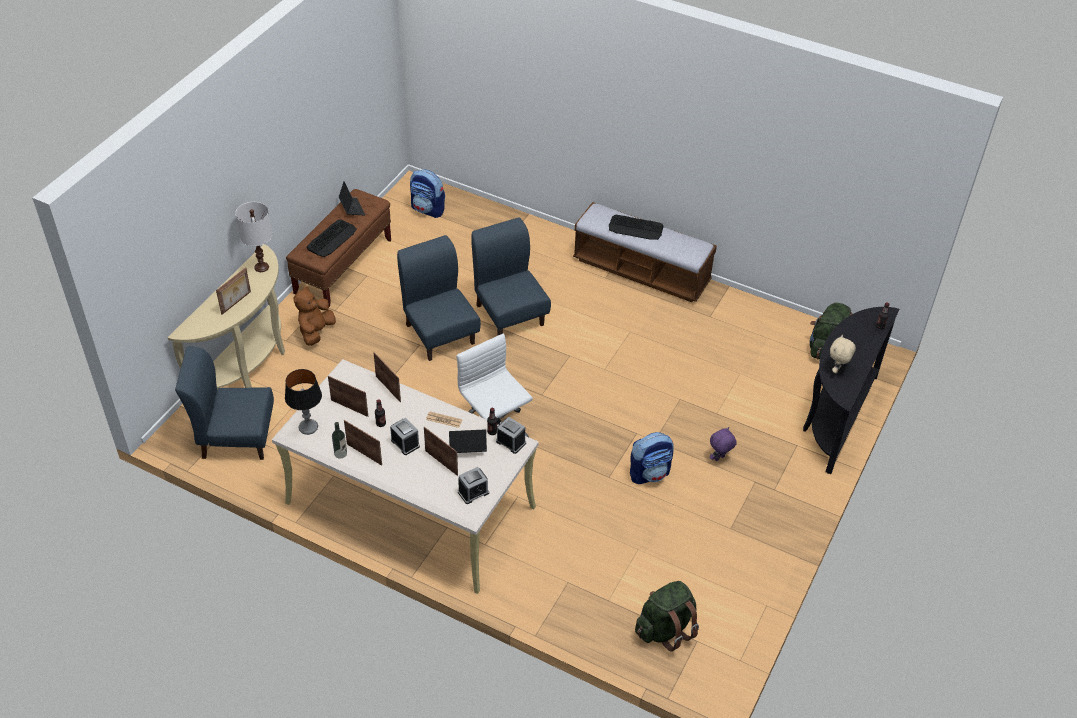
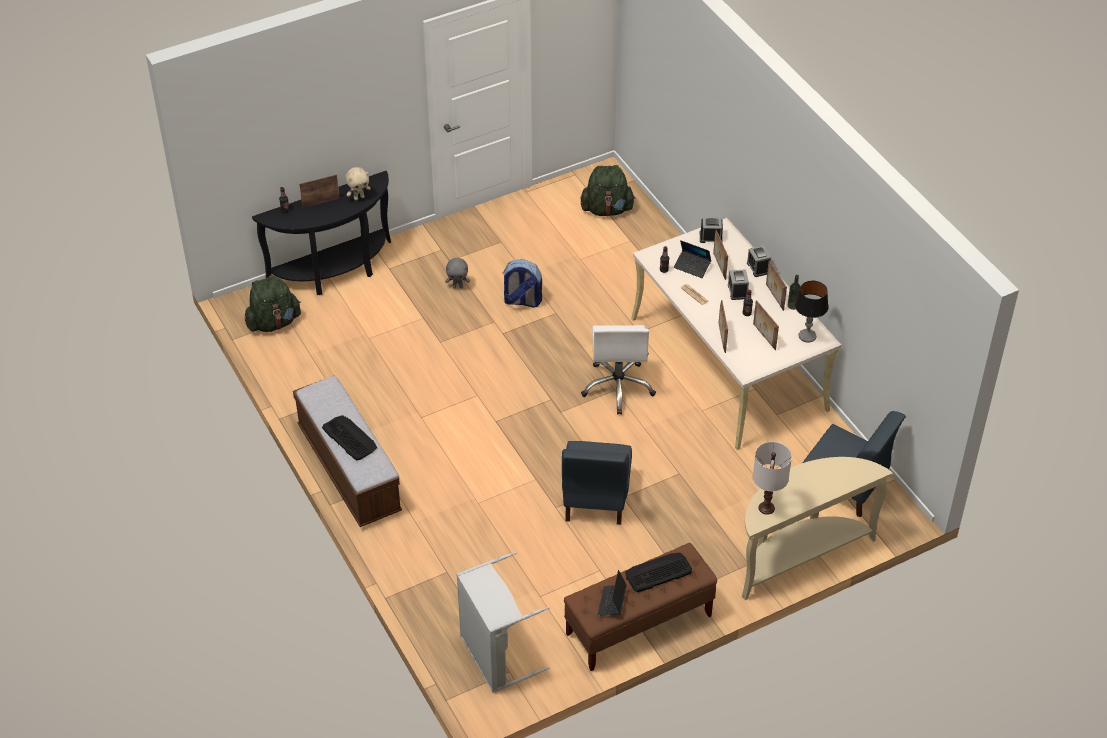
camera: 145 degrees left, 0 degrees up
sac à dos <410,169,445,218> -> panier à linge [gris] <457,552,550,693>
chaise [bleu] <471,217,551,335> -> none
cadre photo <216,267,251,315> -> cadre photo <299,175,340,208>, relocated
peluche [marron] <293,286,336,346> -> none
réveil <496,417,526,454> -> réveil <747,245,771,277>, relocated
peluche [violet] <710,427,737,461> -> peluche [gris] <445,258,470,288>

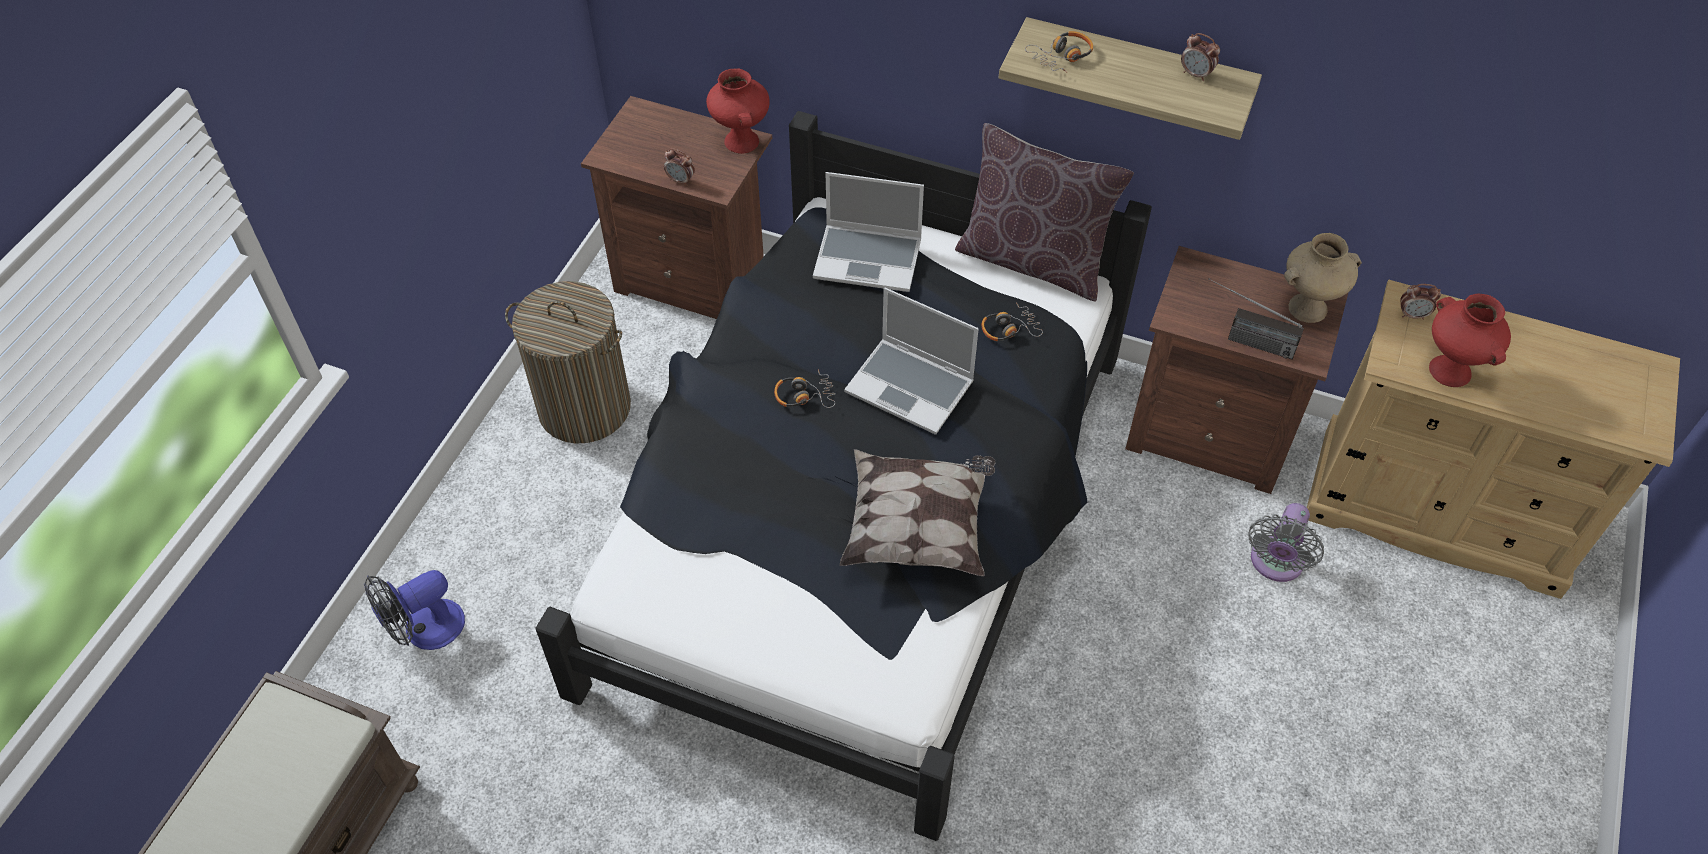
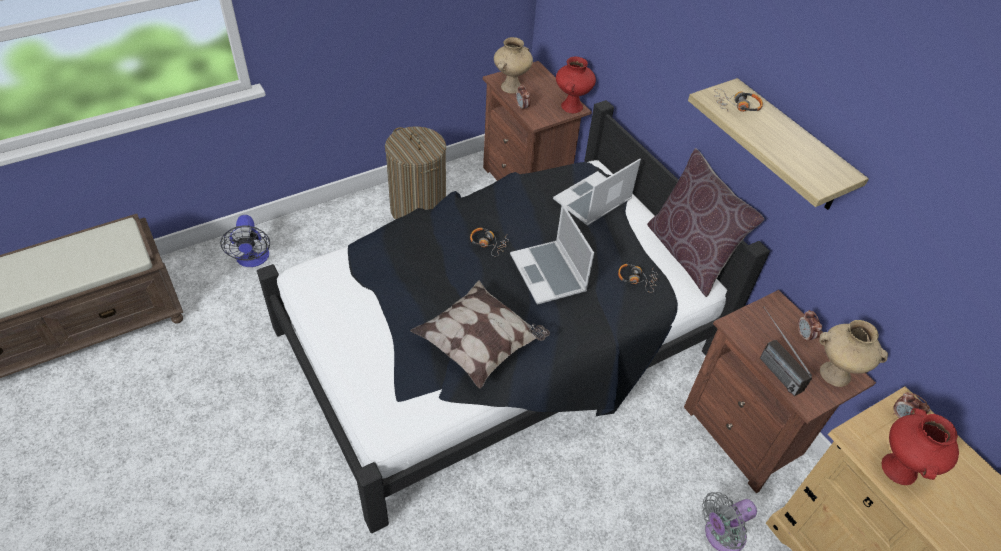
camera: 35 degrees right, 5 degrees down
réveil <1181,33,1220,81> -> réveil <797,310,822,342>, relocated
ordinateur portable <813,172,924,292> -> ordinateur portable <553,159,641,226>, 90 degrees clockwise
ventilateur <364,570,465,650> -> ventilateur <220,215,270,267>, 105 degrees counterclockwise
none -> vase [beige] <494,37,533,94>

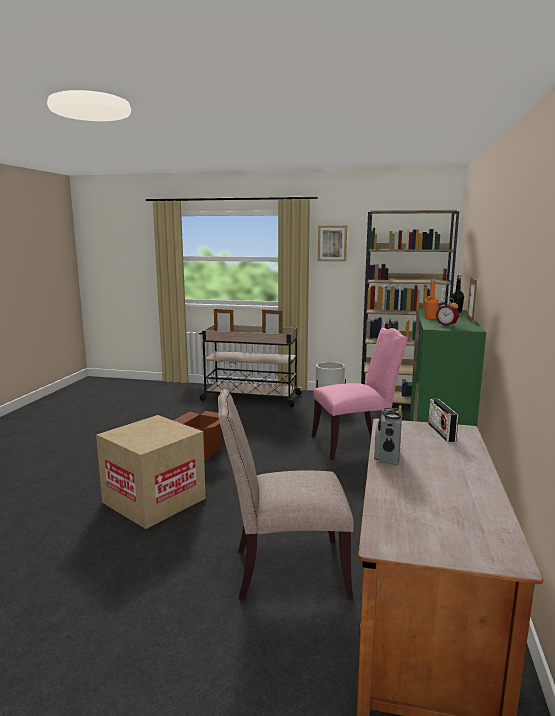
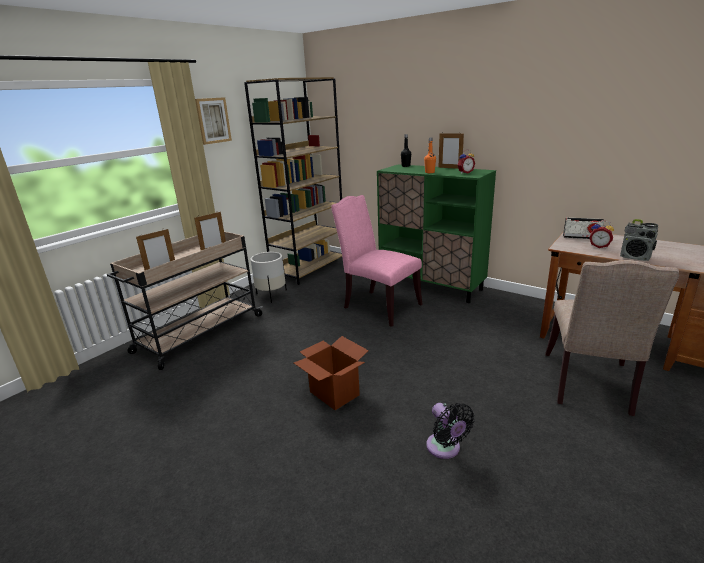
camera: 65 degrees left, 10 degrees up
chaise [rose] <311,328,408,460> -> chaise [rose] <331,195,423,327>, 60 degrees counterclockwise
carton <96,415,206,529> -> ventilateur [noir] <426,403,475,459>
none -> réveil <589,220,614,248>

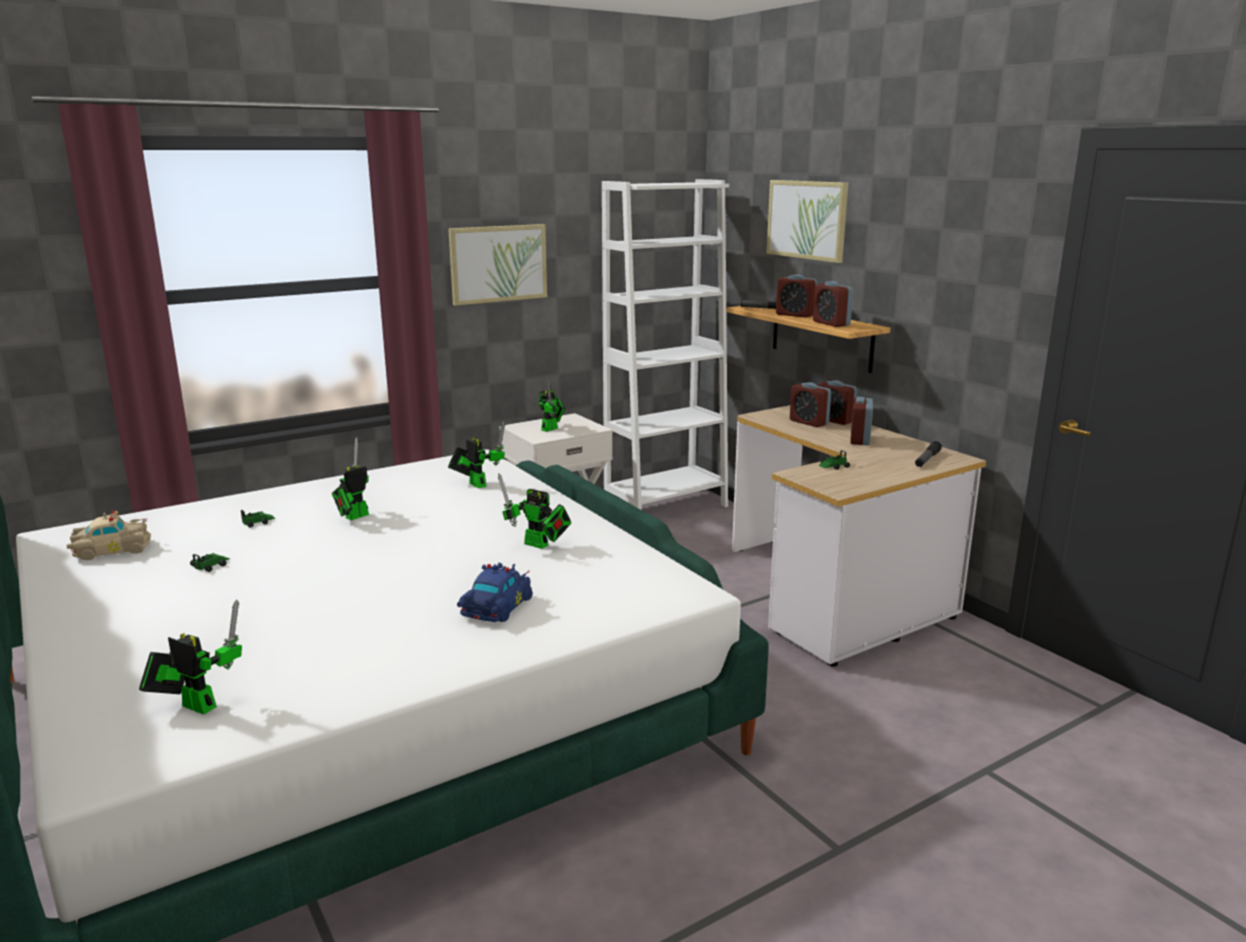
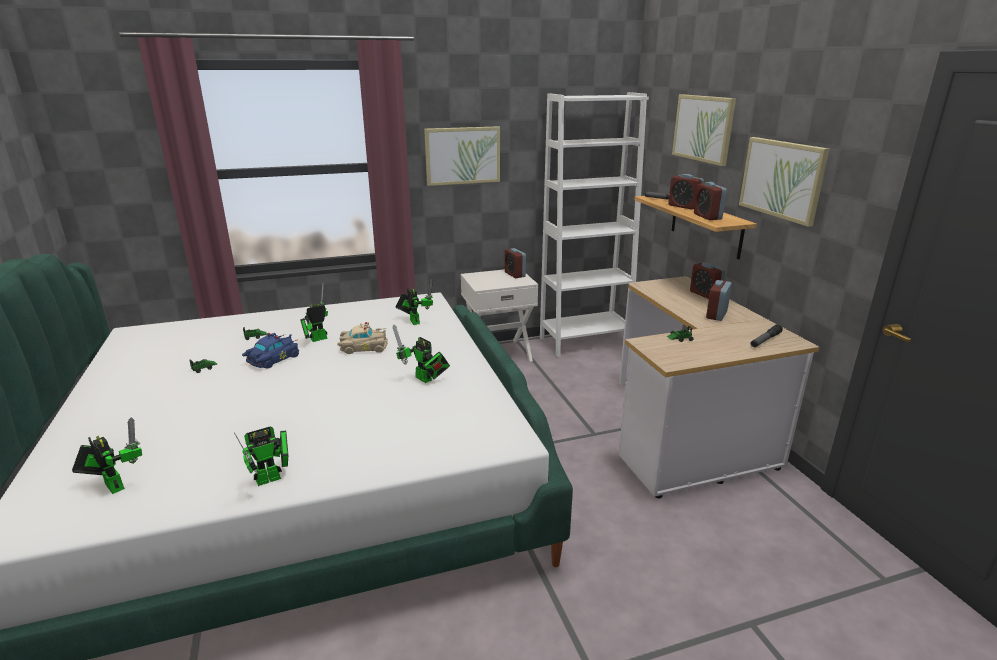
camera: 15 degrees right, 5 degrees up
robot jouet <539,381,565,432> -> robot jouet <234,426,288,486>, relocated
réveil <790,382,831,427> -> réveil <505,248,526,278>, relocated
petite voiture [beige] <67,511,151,560> -> petite voiture [beige] <337,322,388,354>, relocated
petite voiture [bleu] <457,563,533,622> -> petite voiture [bleu] <242,333,299,368>, relocated
none -> tableau <739,137,829,227>

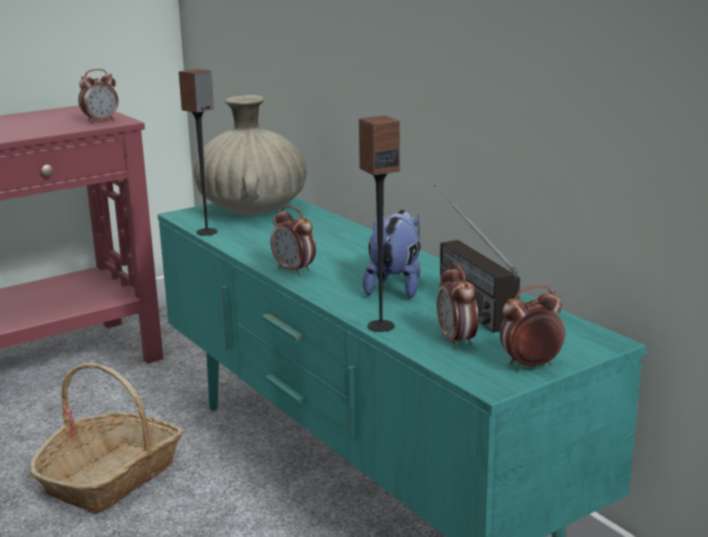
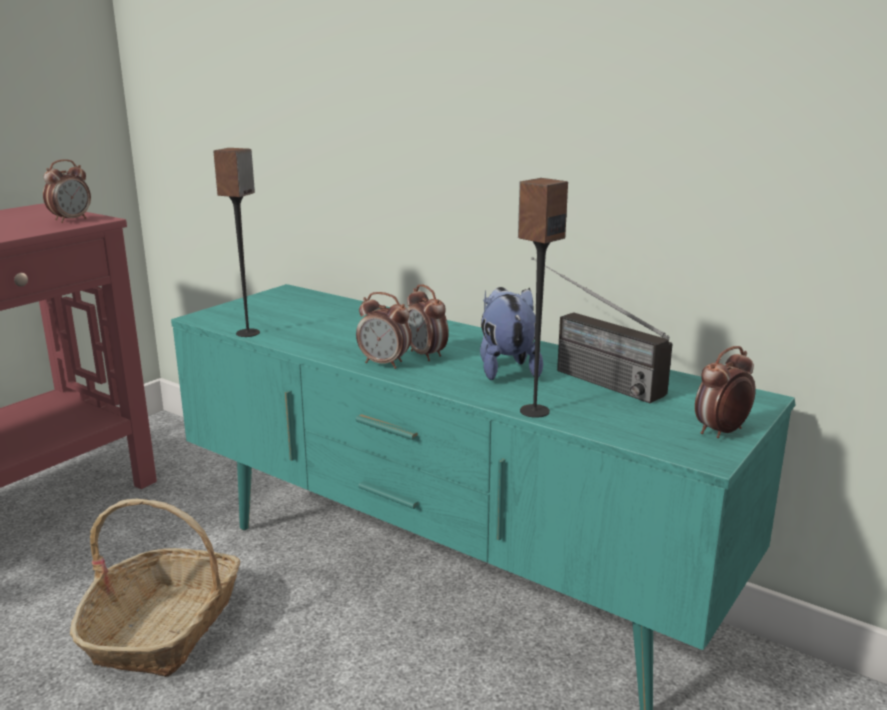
camera: 20 degrees left, 0 degrees up
vase [beige] <194,95,306,215> -> none
réveil <437,263,478,349> -> réveil <407,284,449,361>, relocated

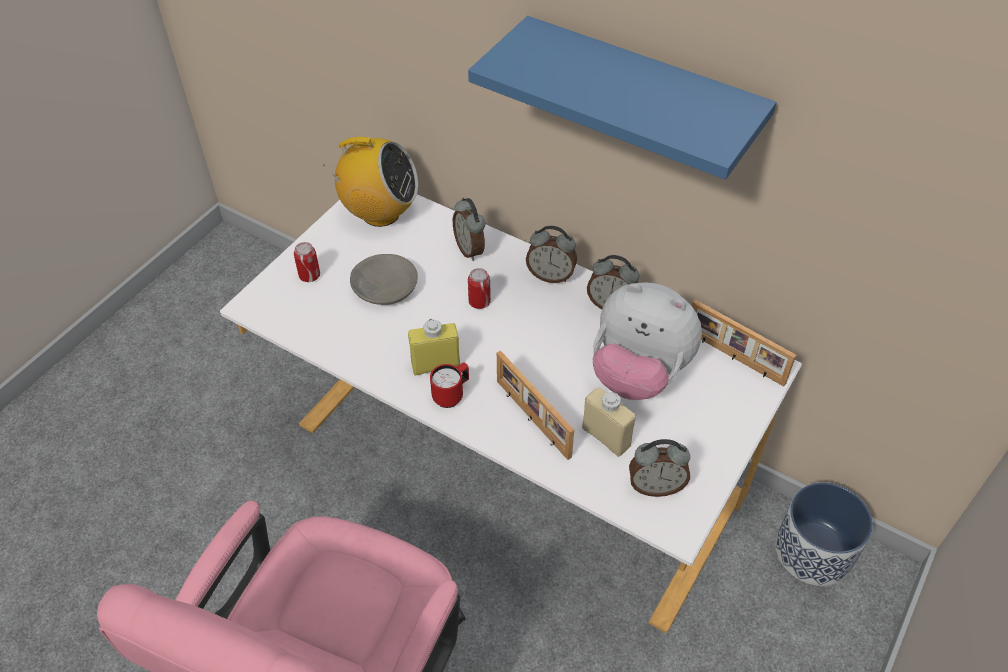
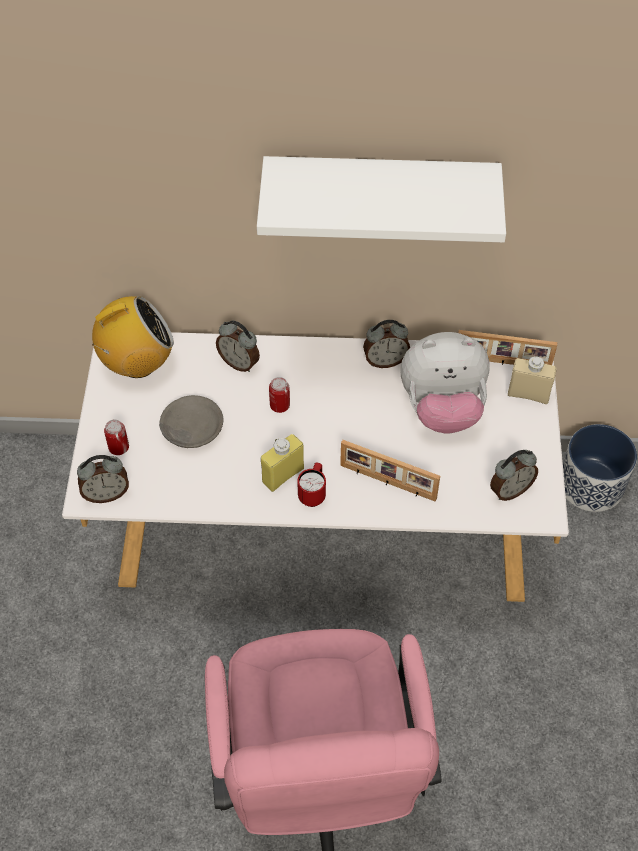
camera: 30 degrees left, 5 degrees up
étagère [bleu] <468,16,777,180> -> étagère [blanc] <257,156,506,242>
réveil <526,226,577,283> -> réveil <77,455,129,503>, relocated
bouteille [beige] <582,387,636,457> -> bouteille [beige] <508,356,556,404>, relocated

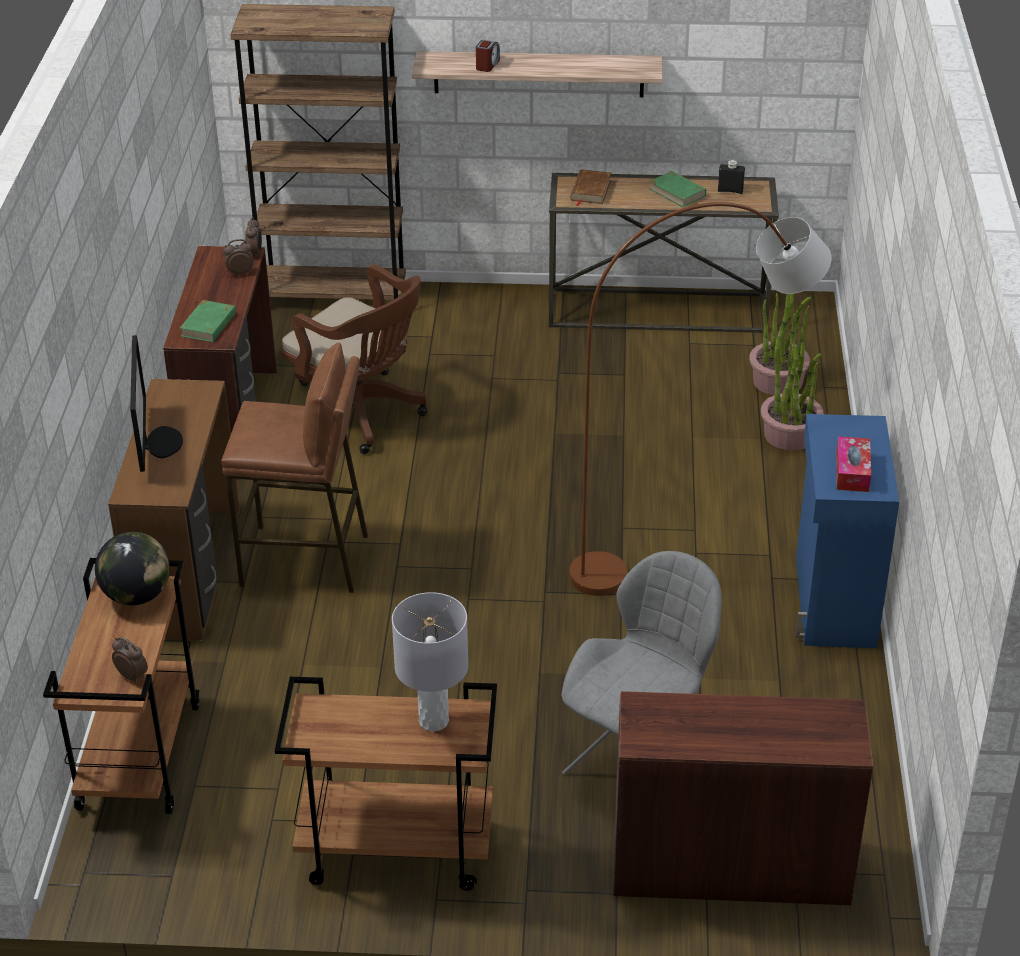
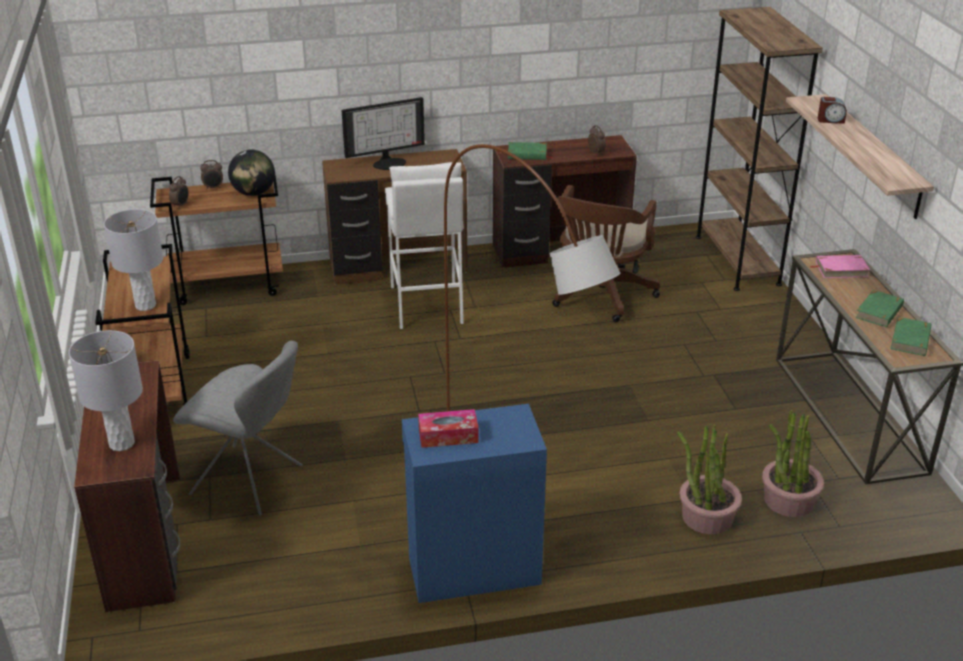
camera: 75 degrees right, 5 degrees down
bouteille [noir] <718,160,745,194> -> livre [vert] <891,317,931,356>
livre [marron] <570,169,611,206> -> livre [rose] <810,255,870,278>
réveil <245,217,262,258> -> réveil <200,160,223,190>, relocated
tabouret [marron] <221,342,368,593> -> tabouret [blanc] <385,162,464,329>
none -> lampe de table [gris] <69,330,143,451>

